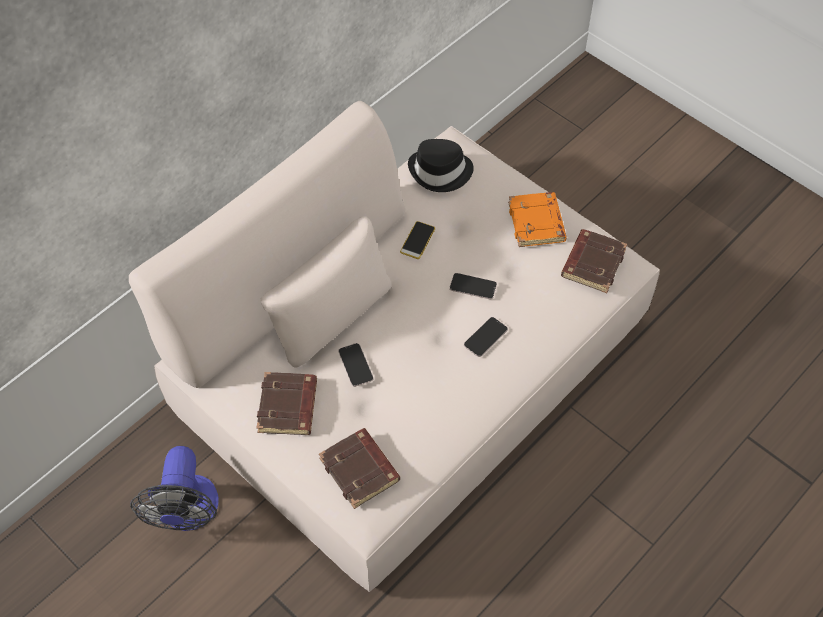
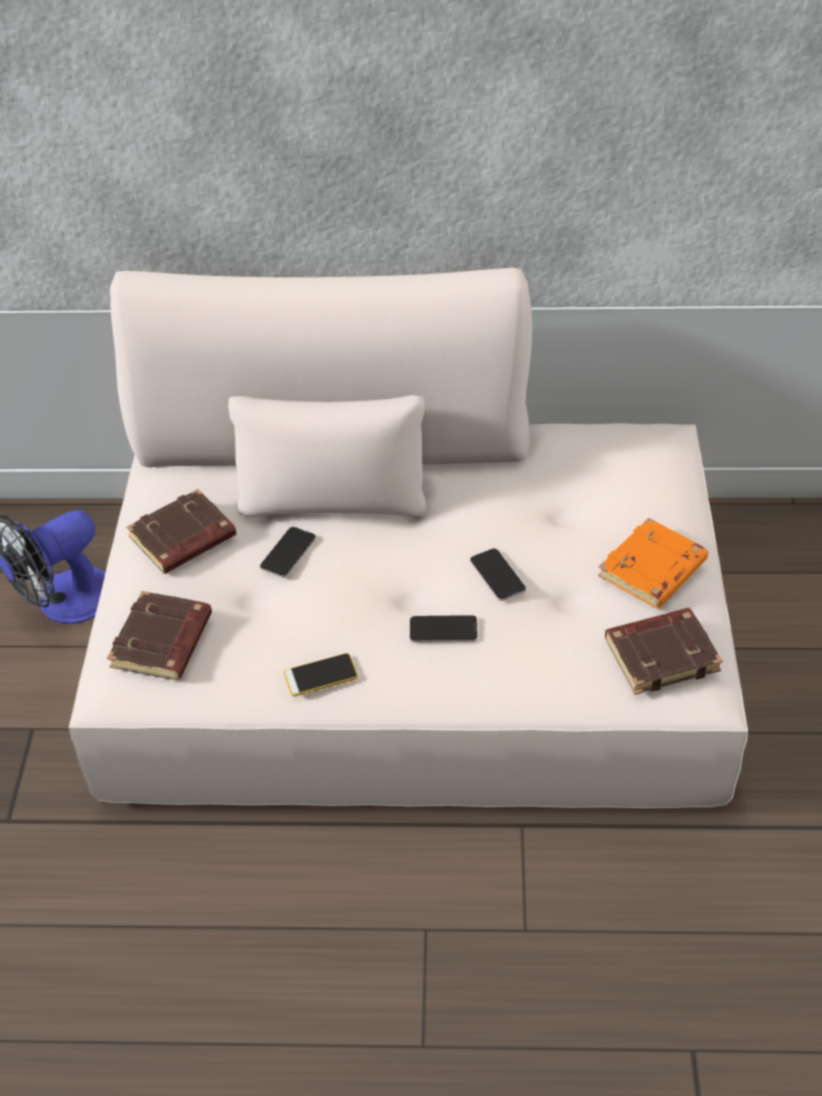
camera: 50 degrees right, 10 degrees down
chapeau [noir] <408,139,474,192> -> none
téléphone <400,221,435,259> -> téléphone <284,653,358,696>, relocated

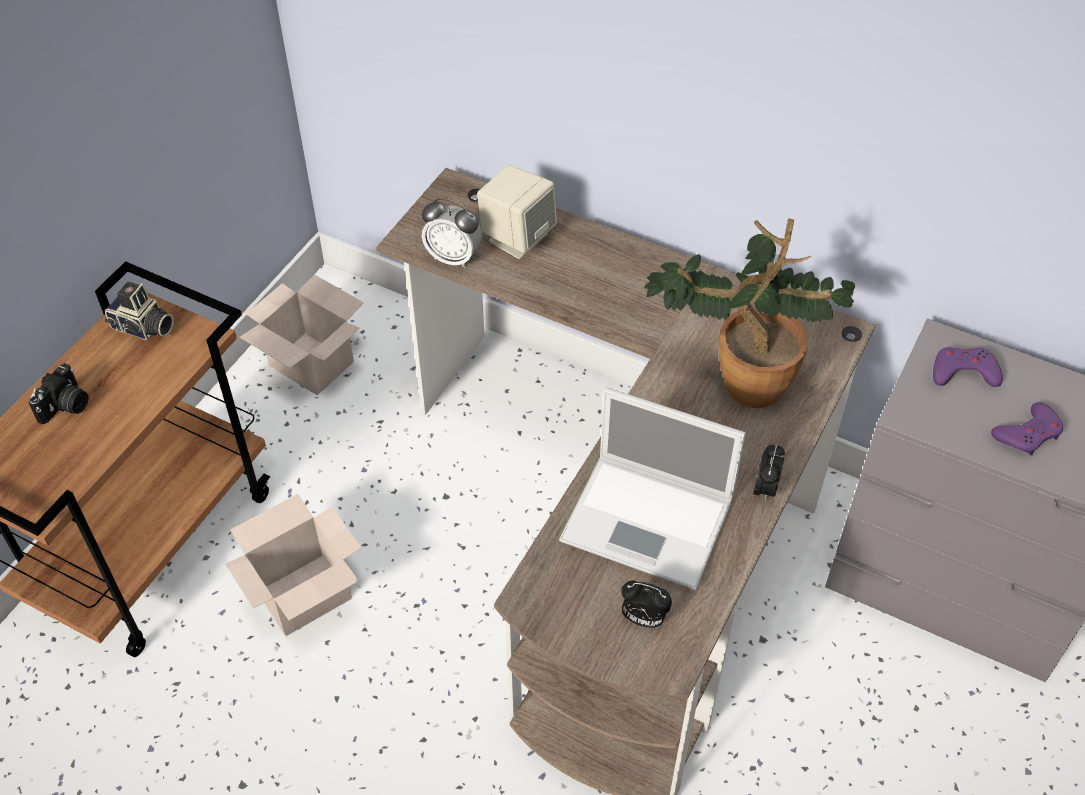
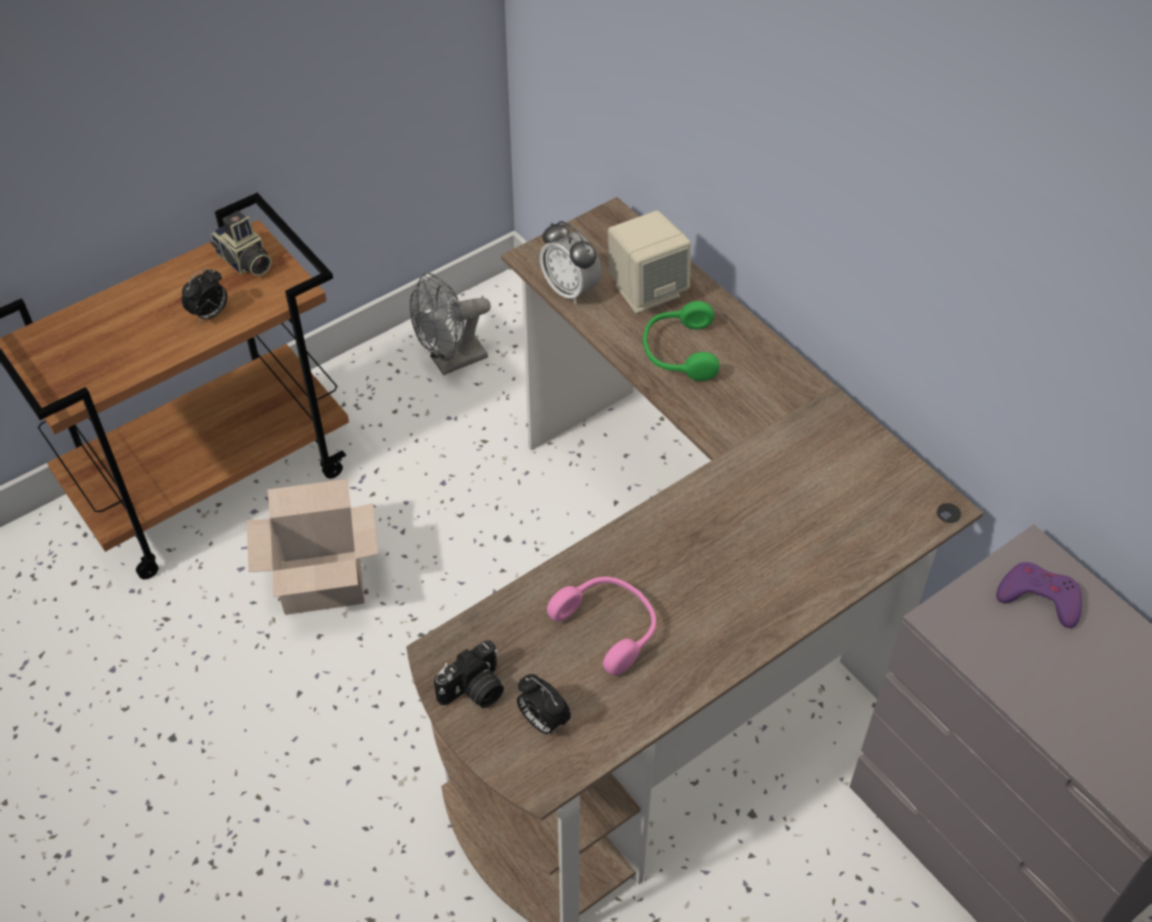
camera: 25 degrees right, 0 degrees up
plante en pot <644,219,855,408> -> none
carton <240,274,364,396> -> ventilateur [gris] <410,273,491,376>
appareil photo <29,363,88,425> -> appareil photo <434,640,504,708>, relocated
ordinateur portable <559,387,746,590> -> casque audio [rose] <547,577,656,675>
manette [violet] <991,402,1063,456> -> none
réveil <753,445,785,501> -> réveil <182,268,227,322>, relocated
none -> casque audio [vert] <643,301,720,381>

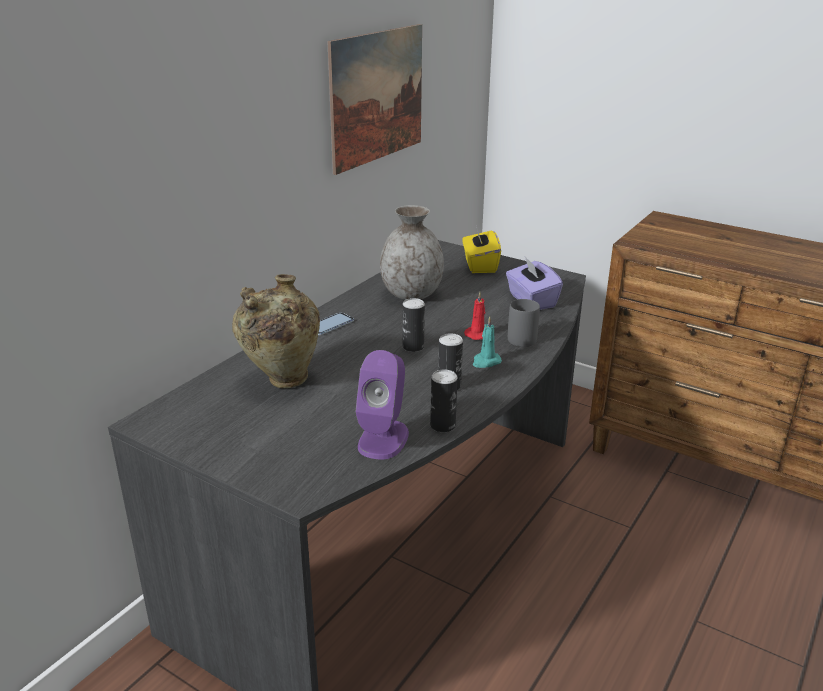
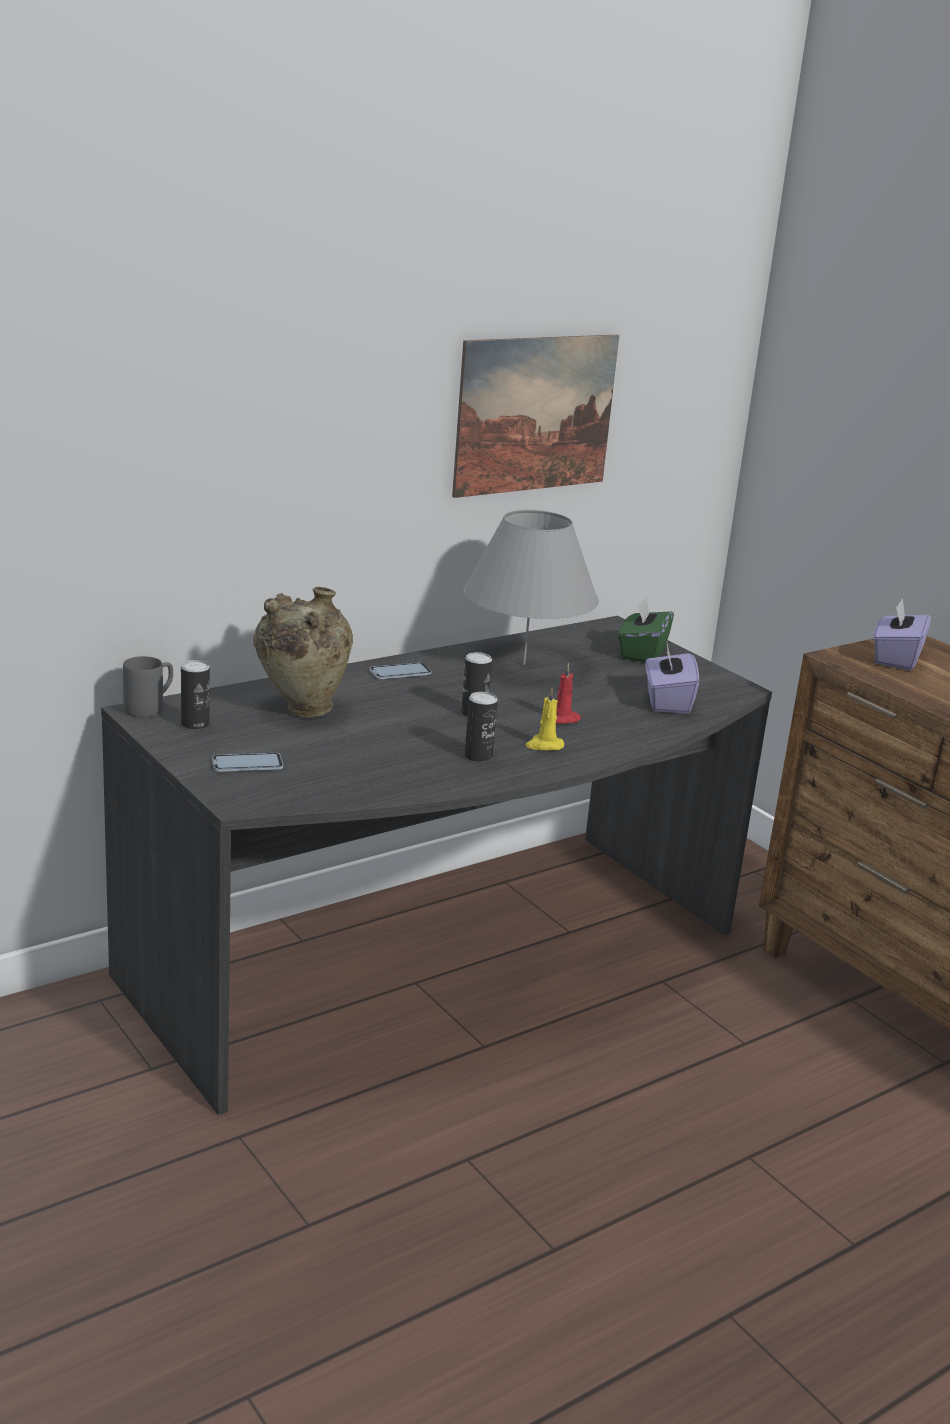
camera: 20 degrees right, 5 degrees down
vase [gris] <380,205,444,300> -> lampe de table [gris] <463,510,599,665>
boîte à mouchoirs [jaune] <462,225,501,273> -> boîte à mouchoirs [vert] <618,598,674,663>
mug [gris] <508,299,540,347> -> mug [gris] <123,656,173,718>, relocated
bougie [turquoise] <473,316,502,368> -> bougie [jaune] <525,688,564,751>
enceinte [violet] <356,350,409,459> -> none
boîte métallique <430,369,457,432> -> boîte métallique <181,660,210,730>, relocated
none -> boîte à mouchoirs [violet] <874,598,931,671>
none -> téléphone <212,753,283,772>

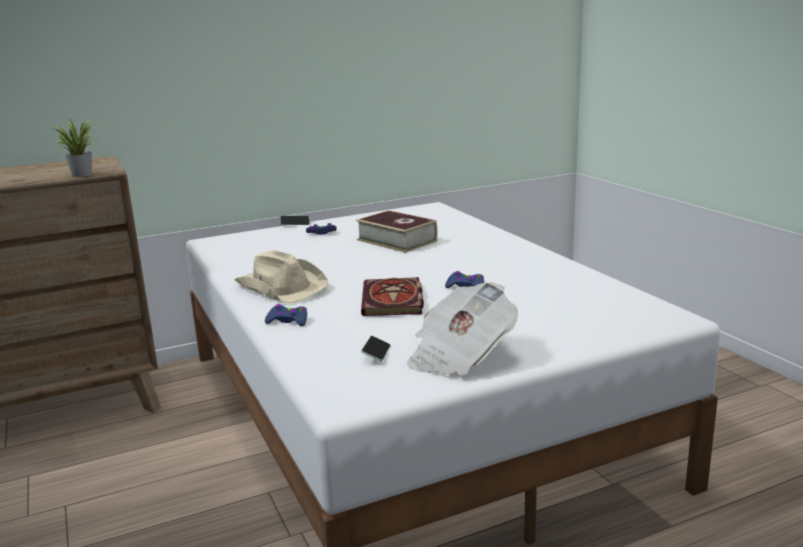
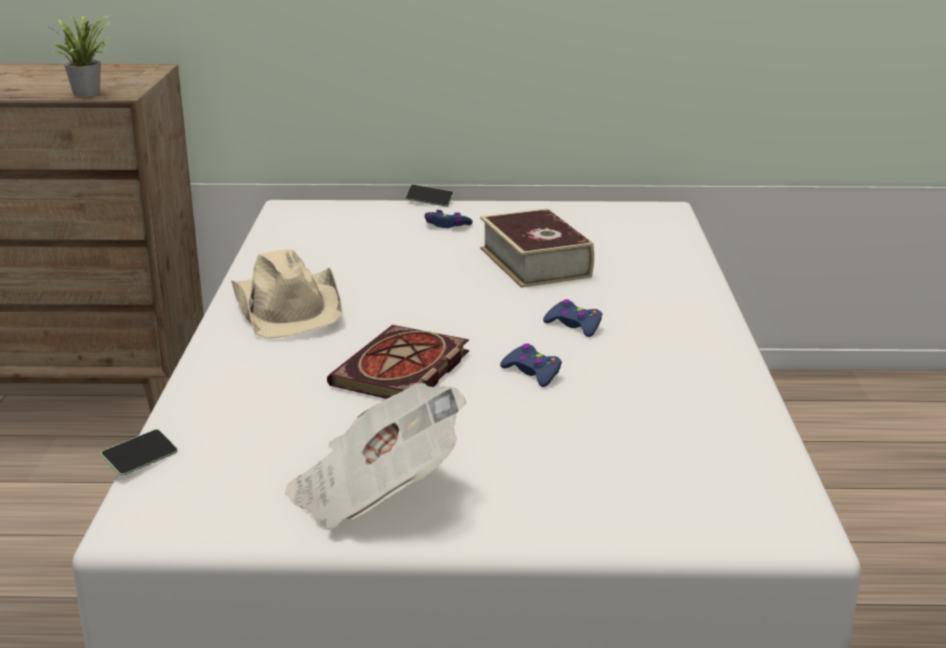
camera: 25 degrees right, 5 degrees up
manette [bleu] <265,304,307,326> -> manette [bleu] <543,299,603,337>, relocated
téléphone <361,336,391,361> -> téléphone <100,429,178,476>, relocated

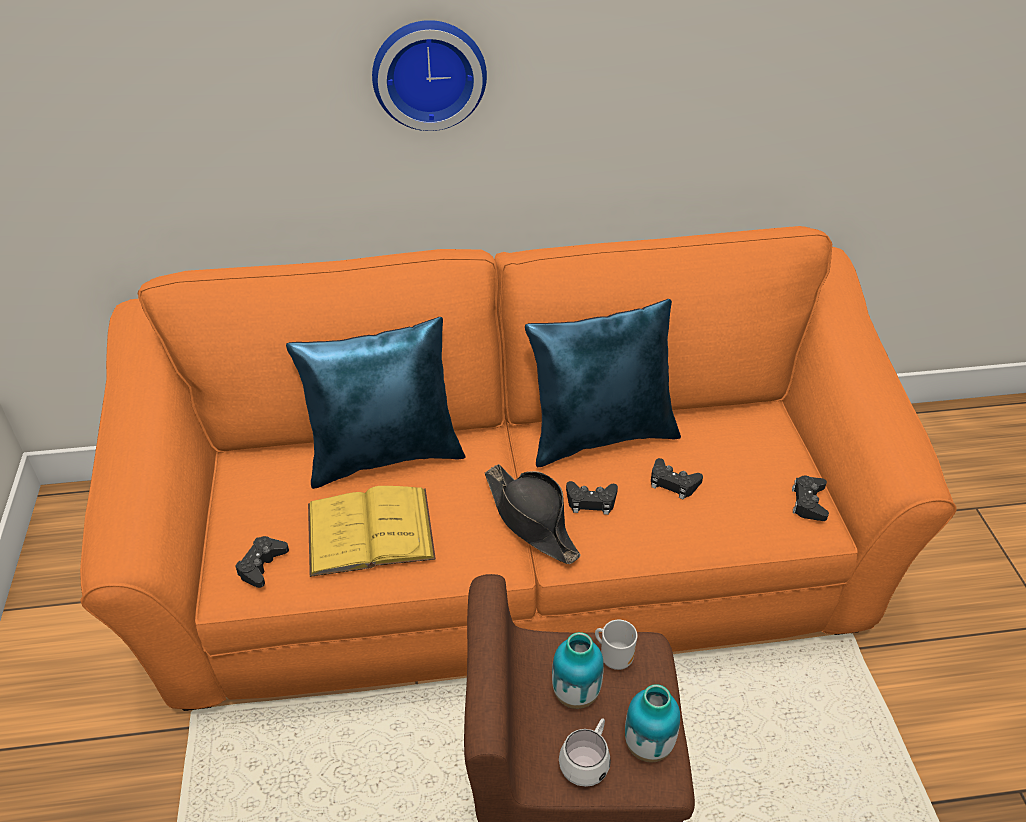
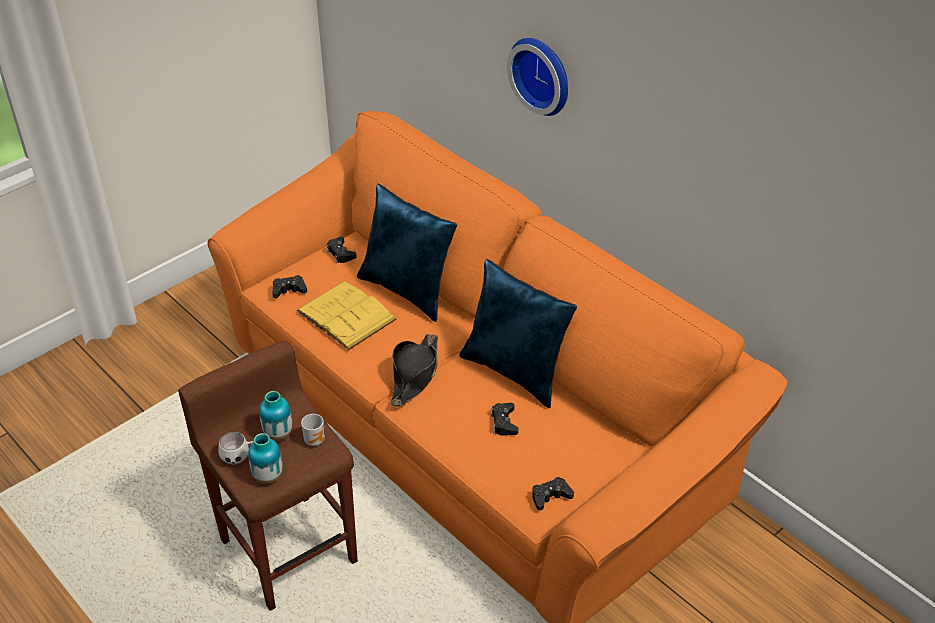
camera: 55 degrees right, 0 degrees up
manette [noir] <566,481,618,515> -> manette [noir] <326,237,357,263>, relocated

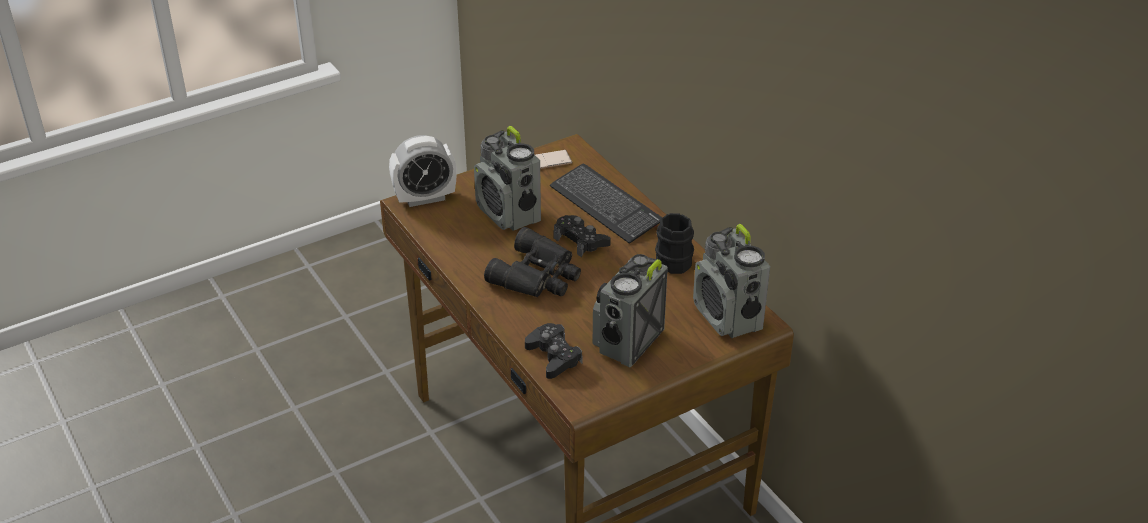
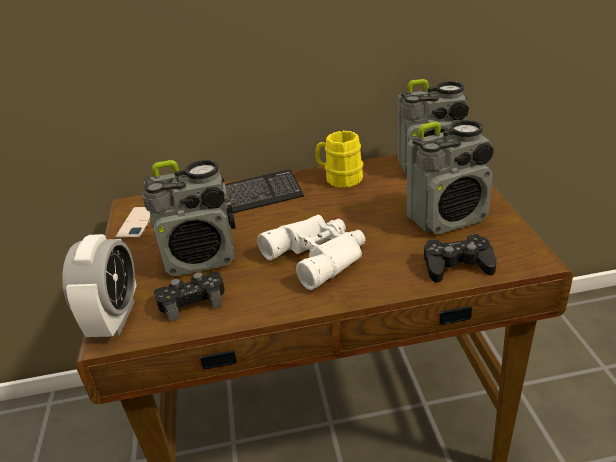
camera: 65 degrees left, 5 degrees down
mug [noir] <655,213,694,274> -> mug [jaune] <315,131,363,188>
manette [noir] <553,215,611,257> -> manette [noir] <154,272,225,322>, relocated
jumelles [noir] <484,227,581,297> -> jumelles [blanc] <257,215,365,290>
radio <593,254,668,367> -> radio <407,120,494,234>, 75 degrees counterclockwise

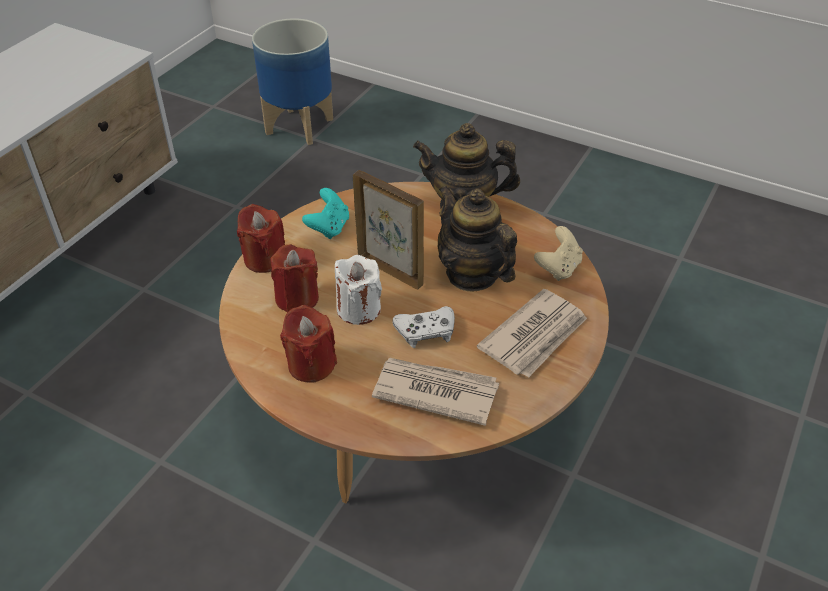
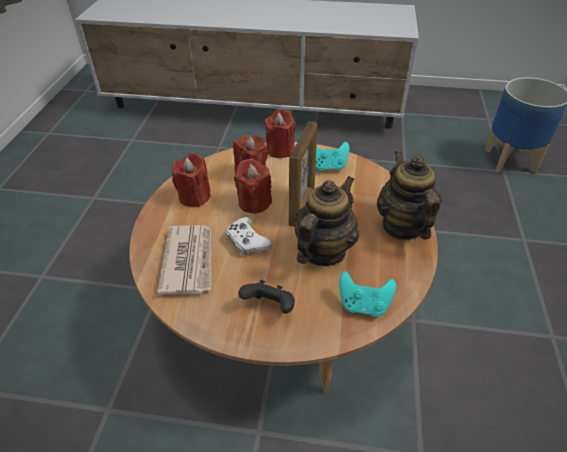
camera: 70 degrees right, 0 degrees up
manette [beige] <534,226,583,281> -> manette [turquoise] <339,271,396,317>
bougie [blanc] <335,255,382,325> -> bougie [rouge] <234,158,272,214>
journal <477,289,587,378> -> manette [noir] <238,280,295,313>

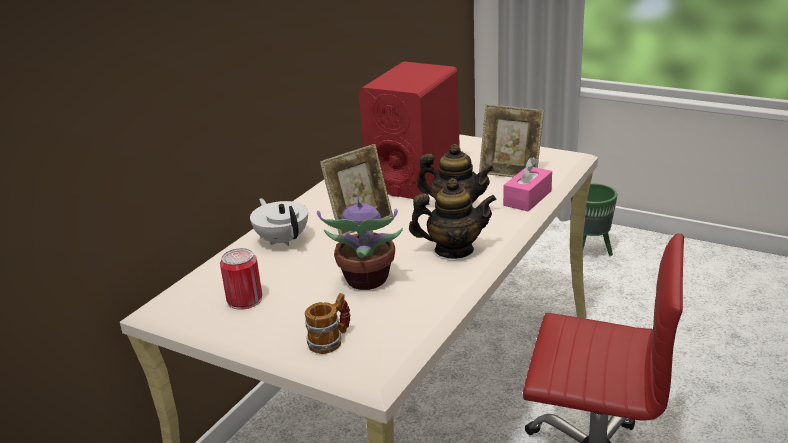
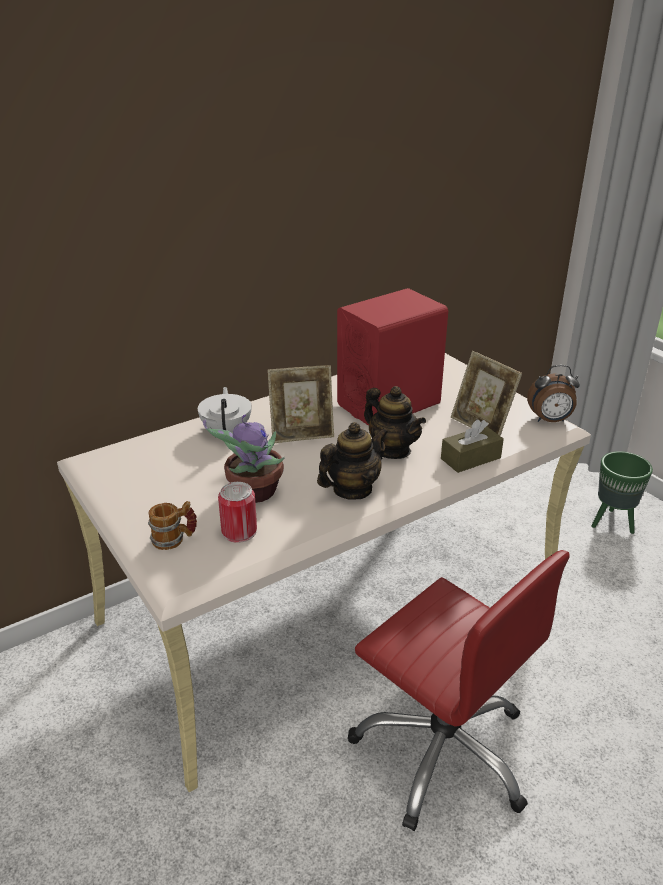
camera: 25 degrees right, 5 degrees up
boîte à mouchoirs [rose] <503,157,552,211> -> boîte à mouchoirs [marron] <441,420,504,473>
théière <409,178,497,259> -> théière <317,422,388,500>, 60 degrees counterclockwise
boîte métallique <220,248,262,310> -> boîte métallique <218,482,257,543>, relocated
none -> réveil <527,365,580,422>

